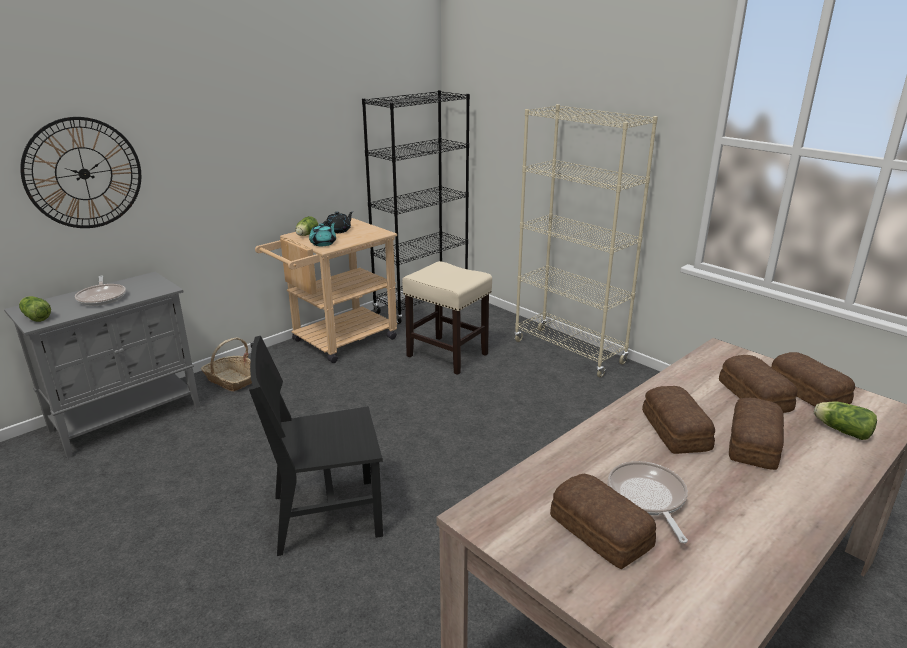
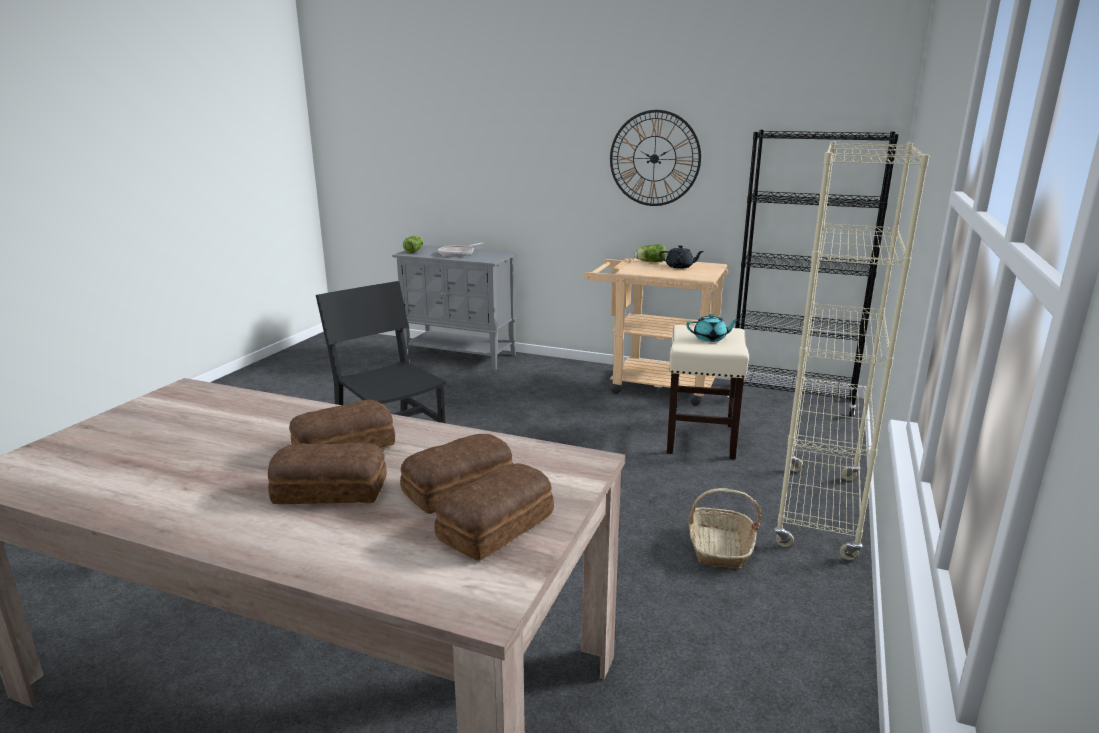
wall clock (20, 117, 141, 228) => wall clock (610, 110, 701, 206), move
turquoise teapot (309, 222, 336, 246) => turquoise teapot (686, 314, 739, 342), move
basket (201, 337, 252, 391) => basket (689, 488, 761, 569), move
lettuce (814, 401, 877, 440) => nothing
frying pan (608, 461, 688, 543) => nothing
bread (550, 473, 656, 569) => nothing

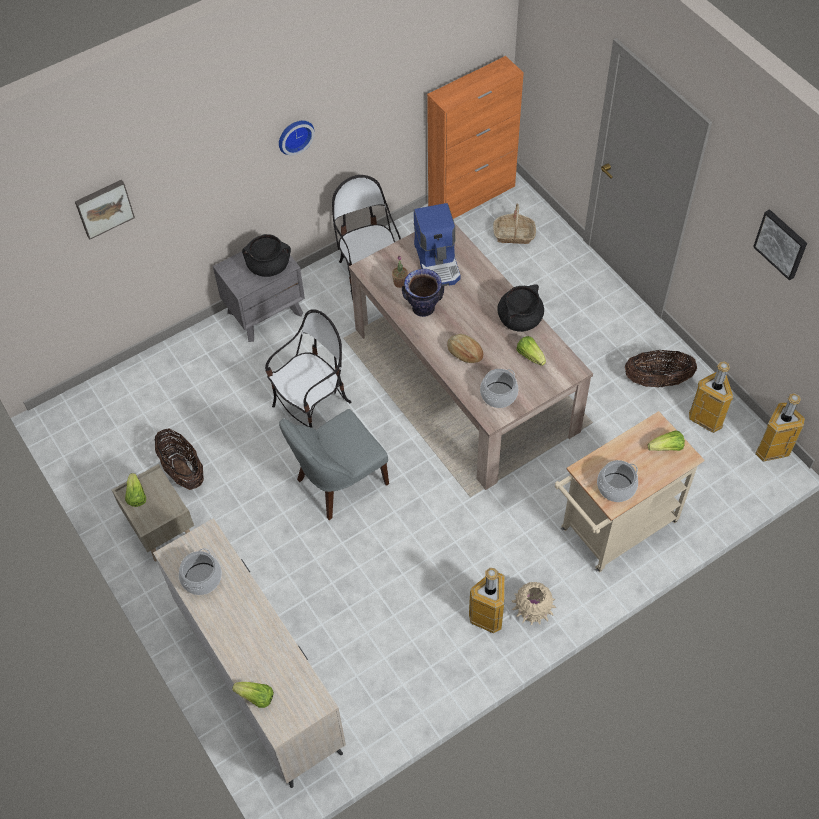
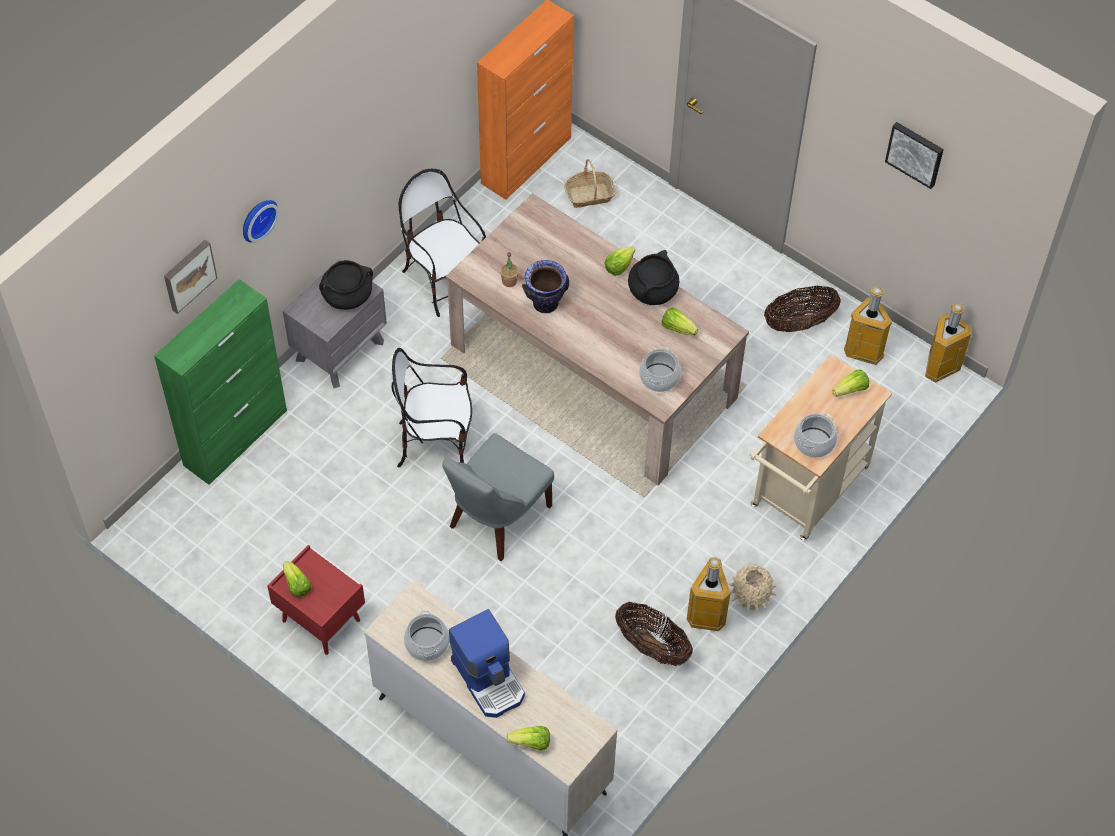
wall clock (279, 120, 315, 155) => wall clock (243, 200, 279, 243), move
coffee machine (413, 203, 461, 286) => coffee machine (449, 609, 525, 718), move
chair (265, 309, 351, 428) => chair (391, 348, 472, 467), 120 degrees counterclockwise
bread (447, 334, 483, 363) => nothing
basket (155, 429, 204, 490) => basket (615, 602, 693, 666), move
beige nightstand (112, 464, 194, 561) => red nightstand (267, 545, 365, 655)
nothing => lettuce (604, 246, 635, 276)
nothing => green cabinet (154, 279, 287, 485)

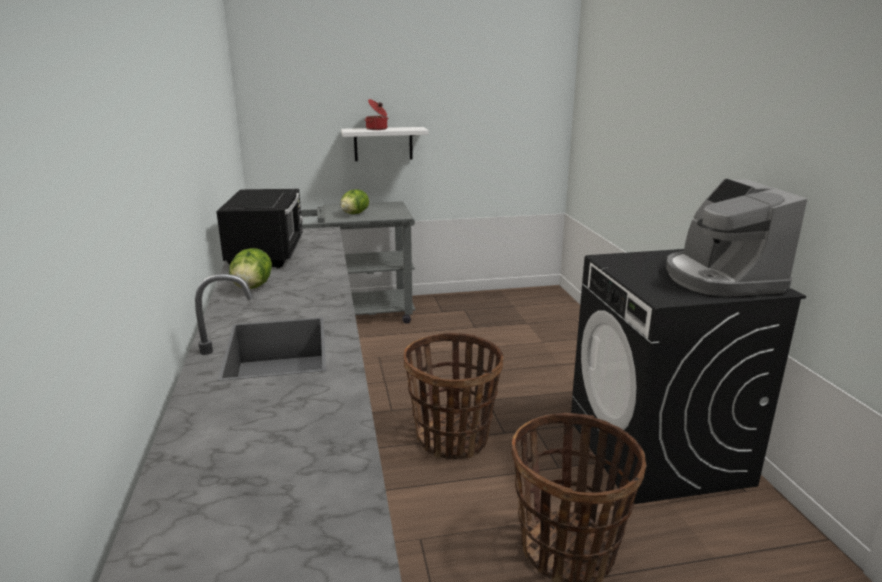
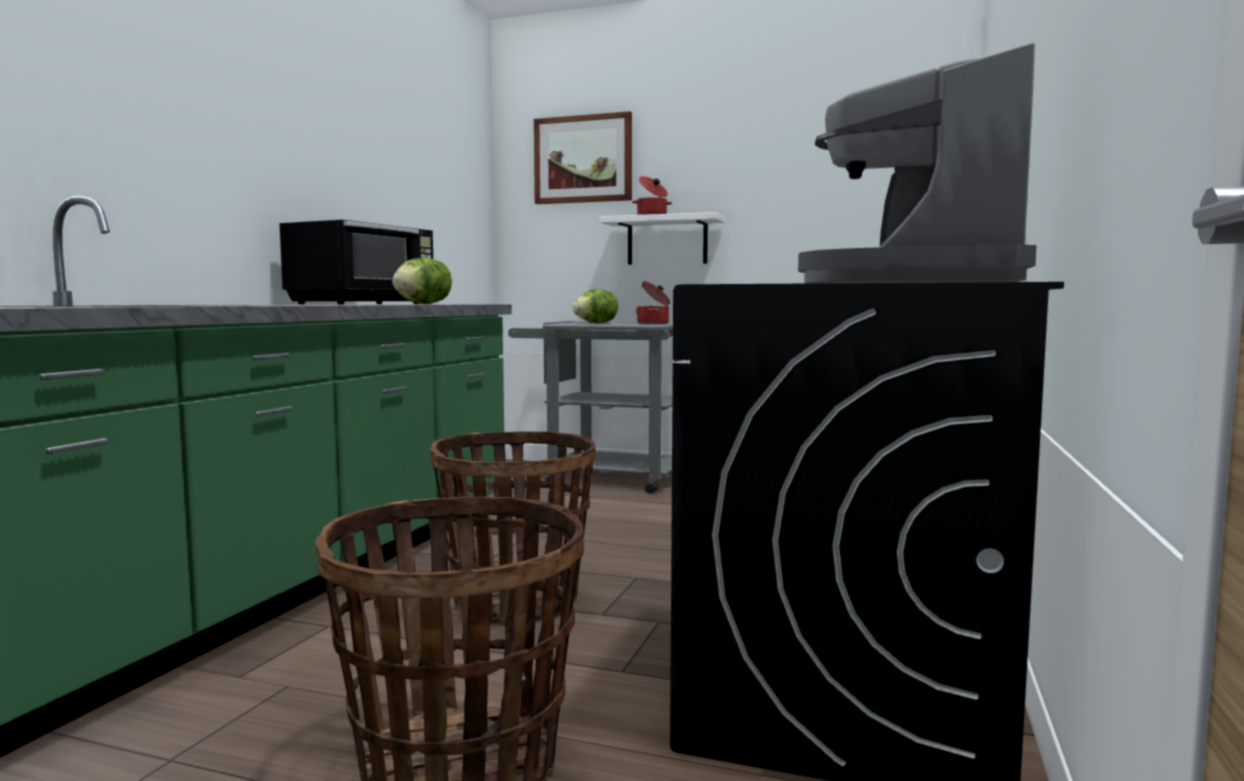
lettuce (229, 248, 272, 289) => lettuce (392, 257, 452, 304), move
nothing => picture (534, 111, 632, 204)
nothing => cooking pot (636, 281, 670, 325)

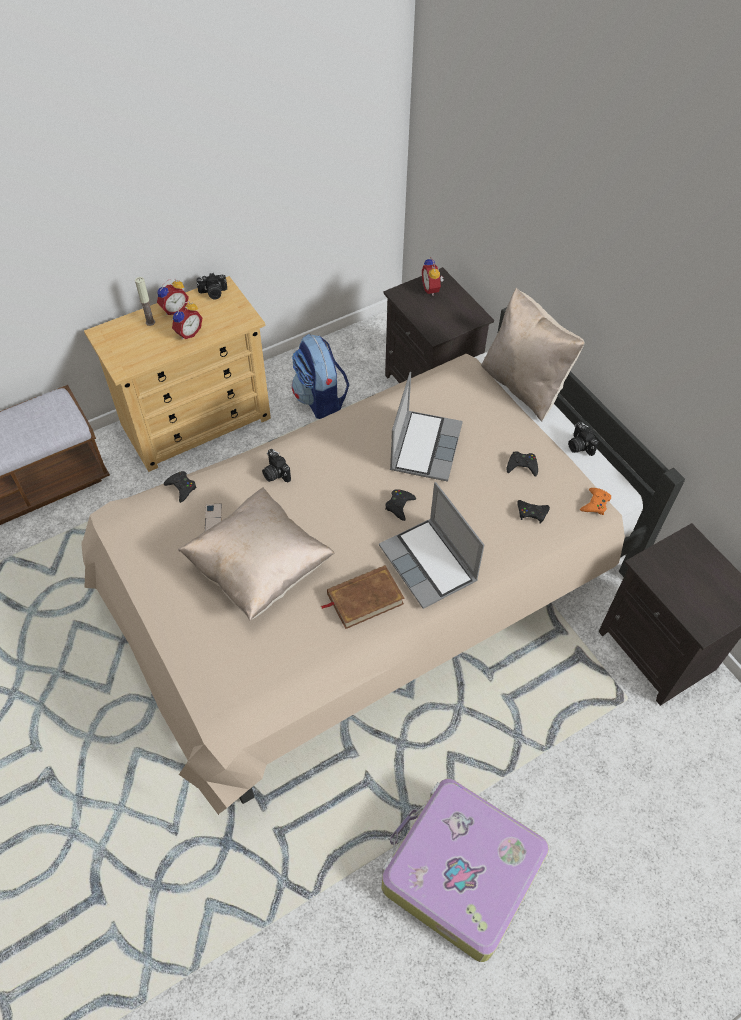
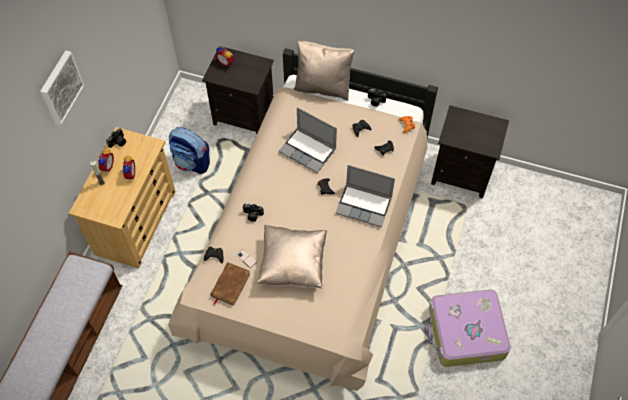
laptop (390, 372, 463, 482) => laptop (279, 107, 337, 173), 150 degrees clockwise
brown book (321, 565, 405, 629) => brown book (210, 262, 250, 306), move
nothing => picture (40, 50, 85, 125)

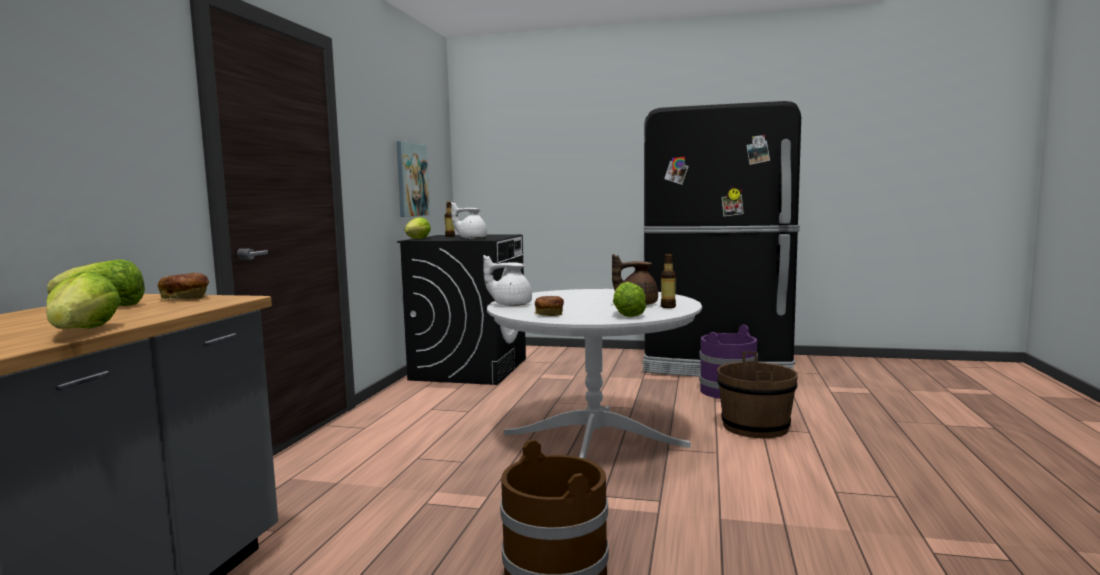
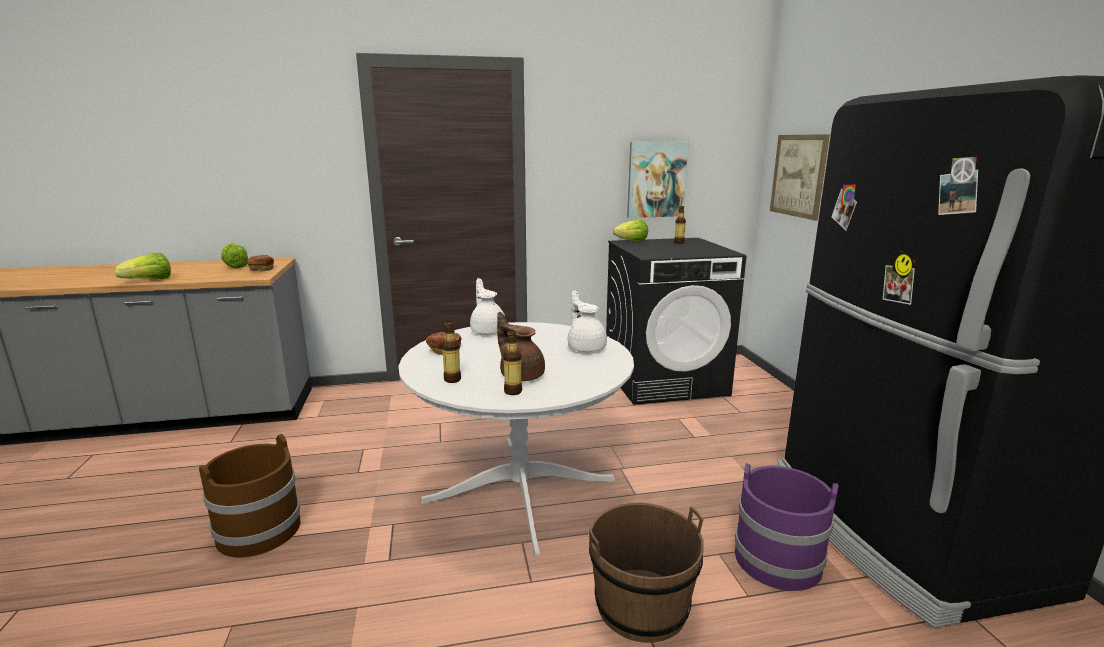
white teapot (451, 202, 487, 239) => white teapot (568, 290, 607, 352), move
lettuce (613, 282, 646, 317) => bottle (442, 321, 461, 383)
nothing => picture (770, 134, 830, 220)

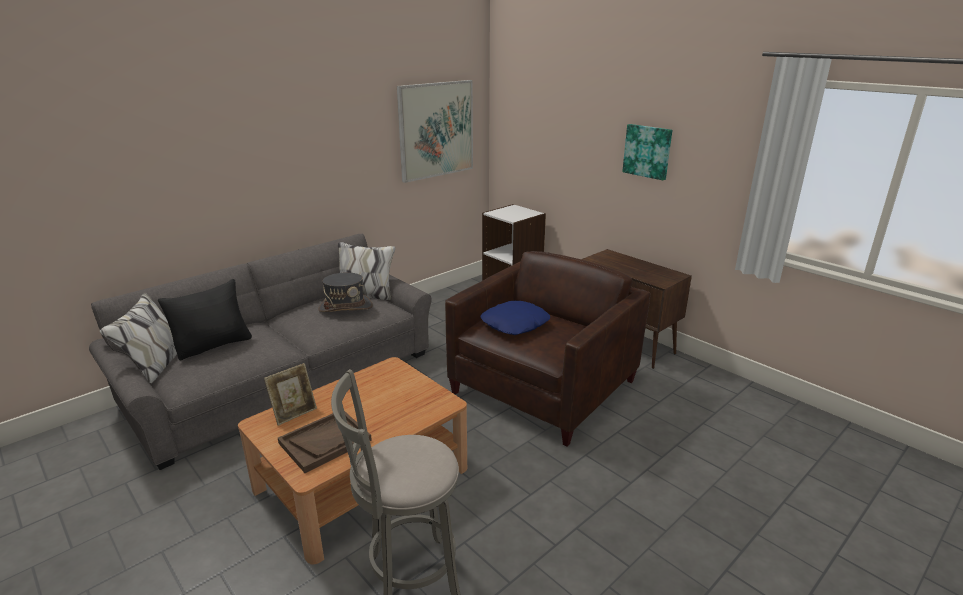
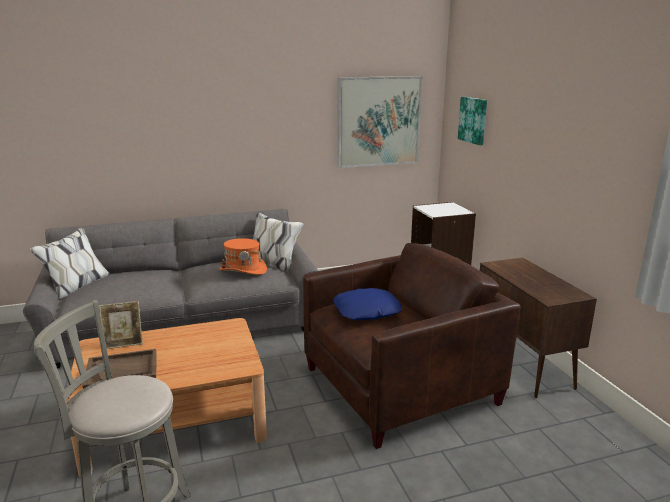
picture (622, 124, 672, 180) => picture (458, 97, 487, 145), move
grey hat (318, 273, 373, 312) => orange hat (219, 238, 267, 275)
black pillow (158, 279, 252, 360) => nothing

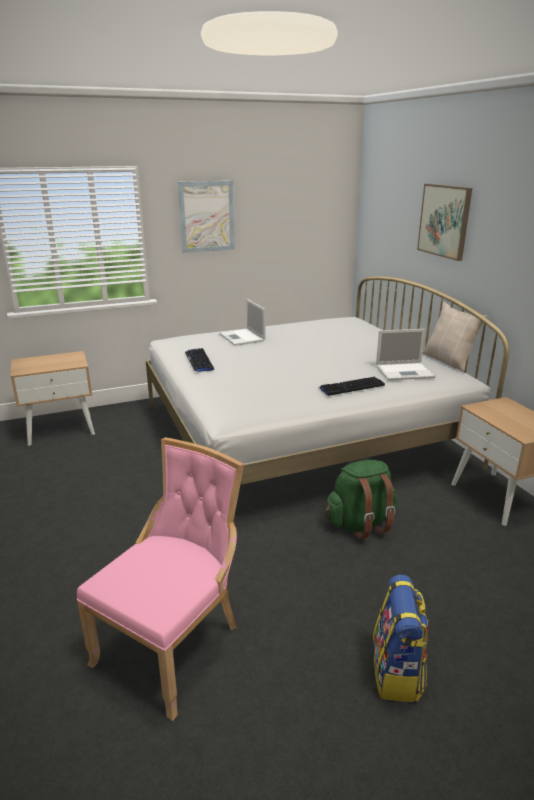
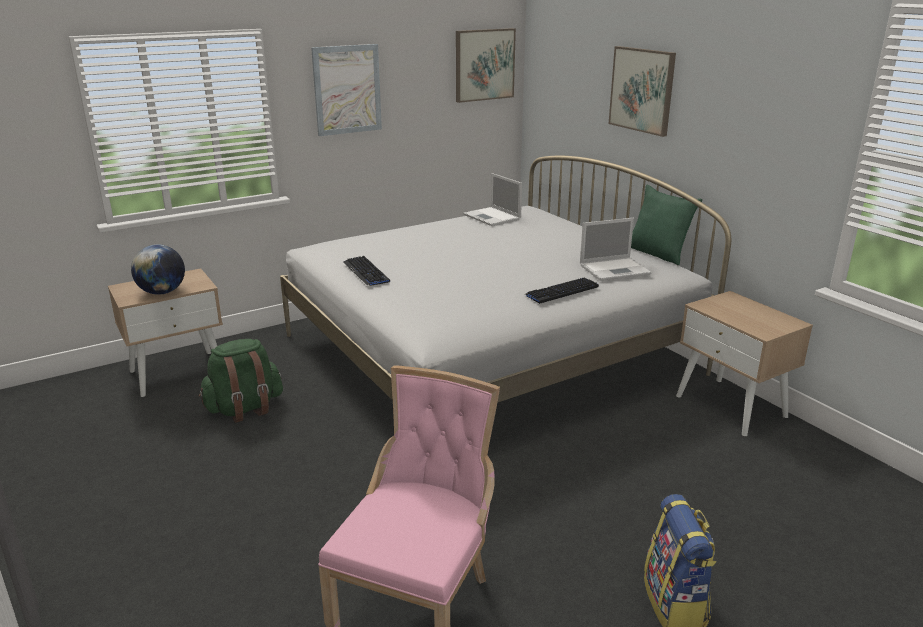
laptop (219, 299, 265, 346) => laptop (463, 173, 522, 226), move
beige pillow (422, 302, 488, 372) => green pillow (631, 185, 702, 265)
green backpack (326, 460, 397, 539) => green backpack (199, 339, 283, 423), move
nothing => picture (456, 28, 516, 103)
nothing => globe (131, 244, 185, 295)

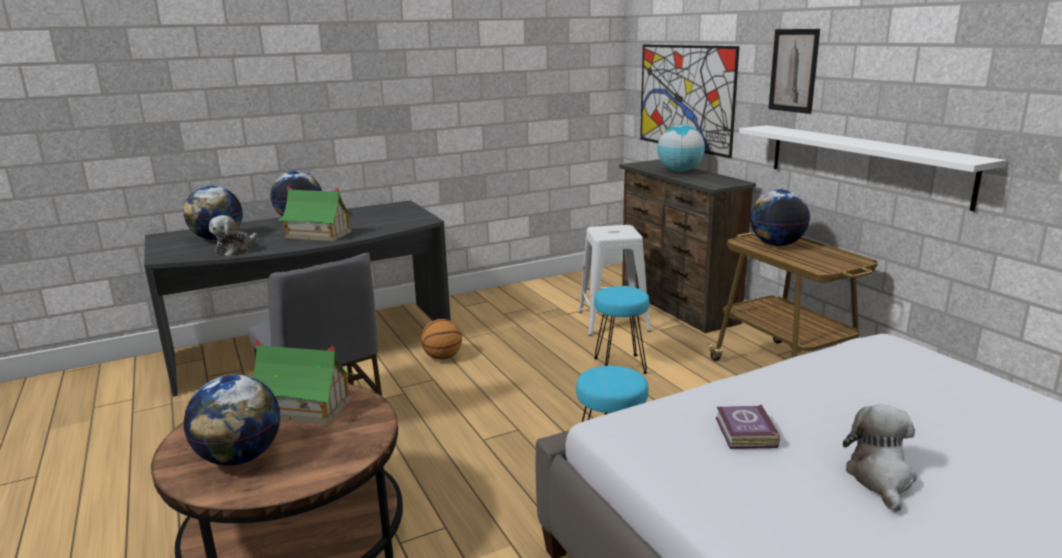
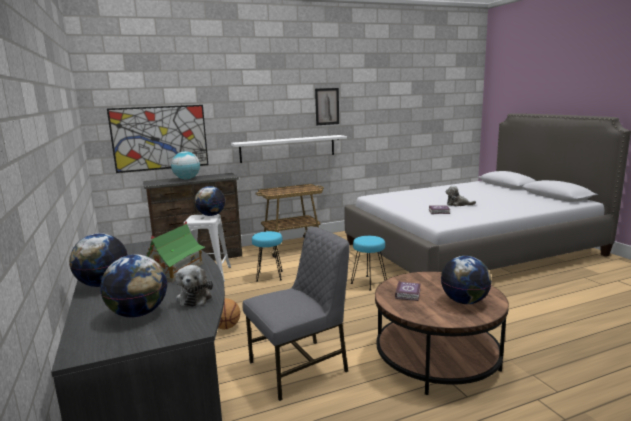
picture (768, 29, 820, 114) => picture (315, 88, 339, 125), move
globe (750, 189, 810, 246) => globe (195, 186, 225, 216), move
plush toy (209, 215, 258, 256) => plush toy (176, 265, 213, 307), 60 degrees clockwise
toy house (253, 340, 356, 425) => book (395, 281, 421, 301)

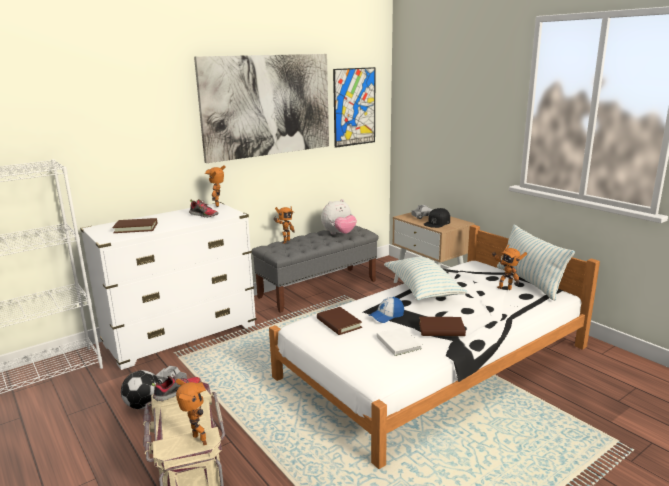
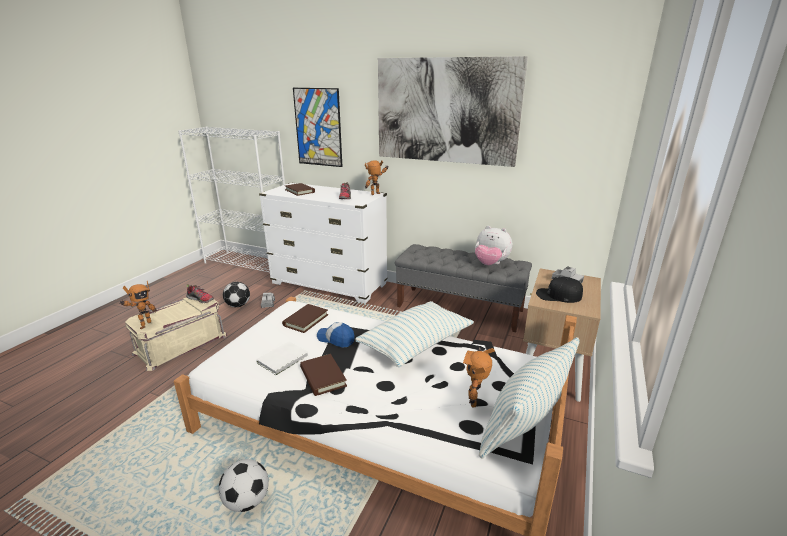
picture (333, 67, 376, 148) => picture (293, 88, 342, 167), move
toy robot (274, 207, 295, 244) => nothing
nothing => football (219, 459, 269, 512)

